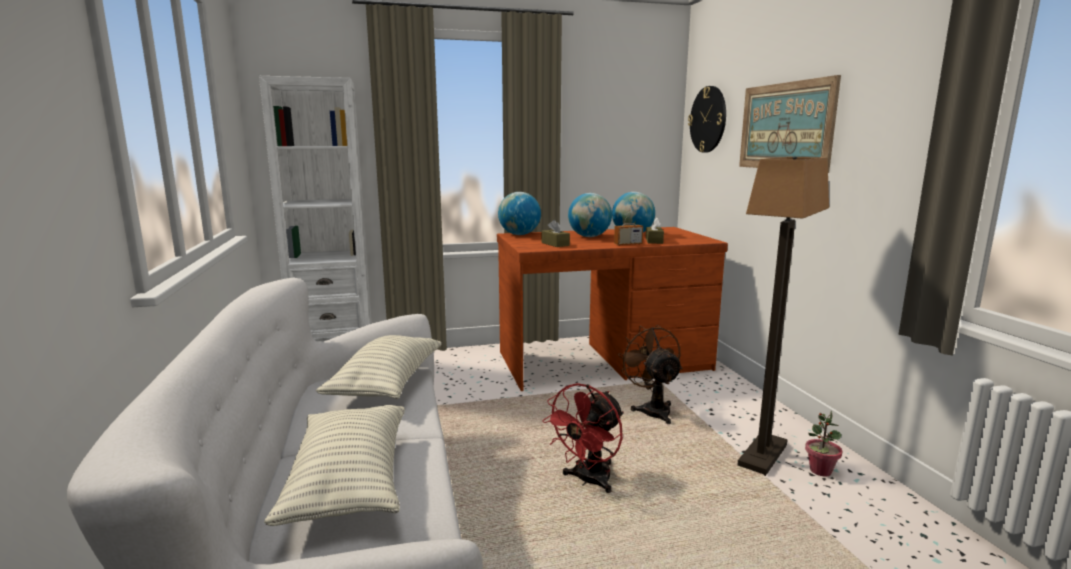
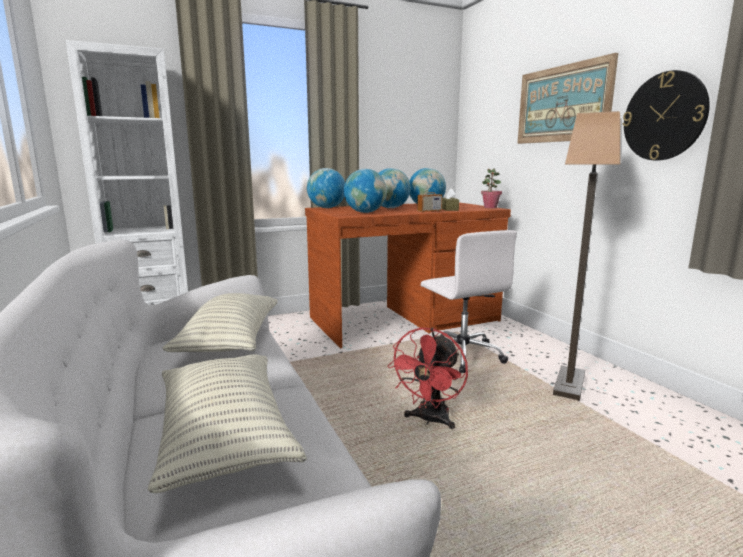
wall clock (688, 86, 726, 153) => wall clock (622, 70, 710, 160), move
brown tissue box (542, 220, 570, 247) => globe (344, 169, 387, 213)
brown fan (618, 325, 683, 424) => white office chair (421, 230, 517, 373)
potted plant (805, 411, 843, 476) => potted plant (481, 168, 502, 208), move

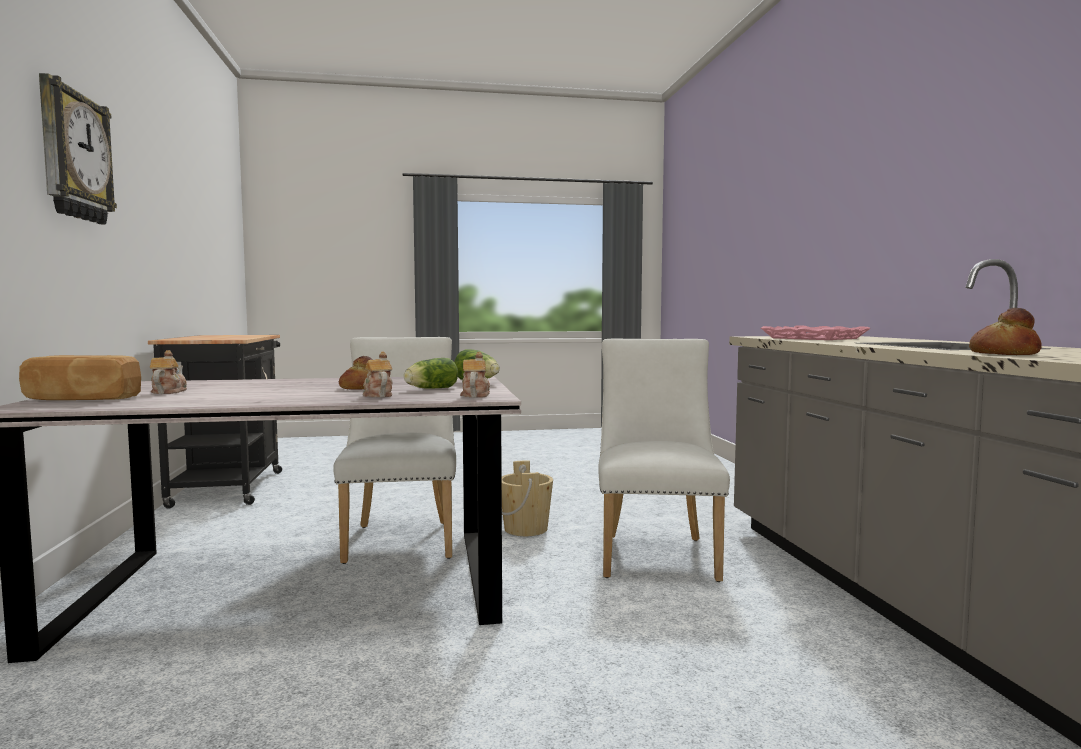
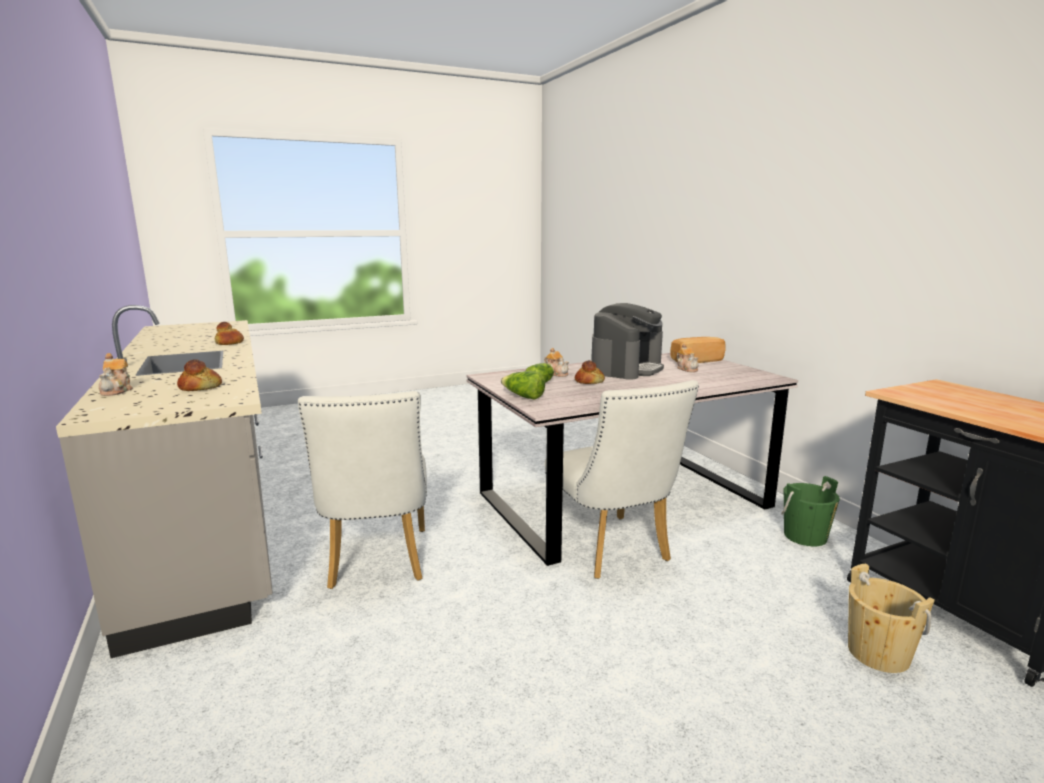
wall clock (39, 73, 117, 224) => nothing
pink tray (761, 326, 871, 340) => bread (177, 359, 222, 391)
teapot (460, 352, 490, 398) => teapot (99, 353, 133, 396), move
beige bucket (502, 461, 553, 536) => beige bucket (848, 563, 935, 673), move
nothing => coffee machine (591, 303, 664, 379)
nothing => green bucket (781, 476, 840, 547)

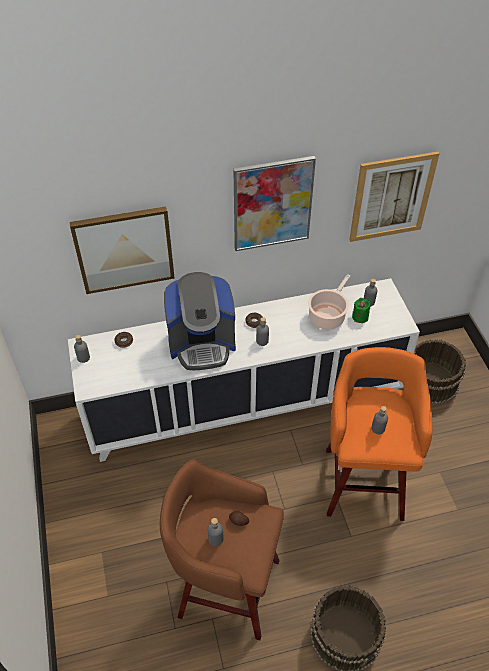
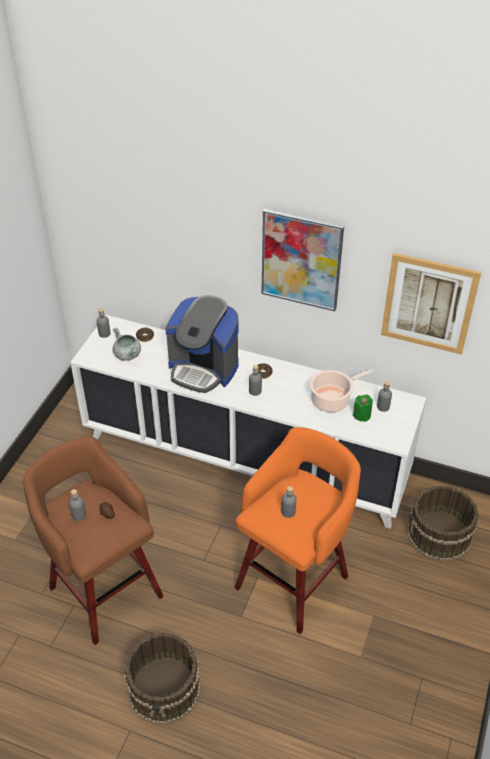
picture (69, 206, 175, 294) => nothing
nothing => grey cooking pot (113, 328, 141, 361)

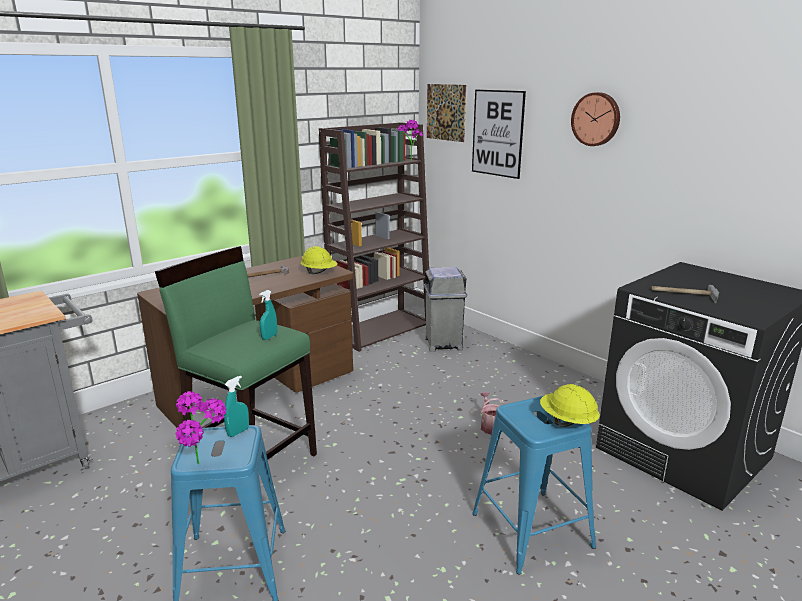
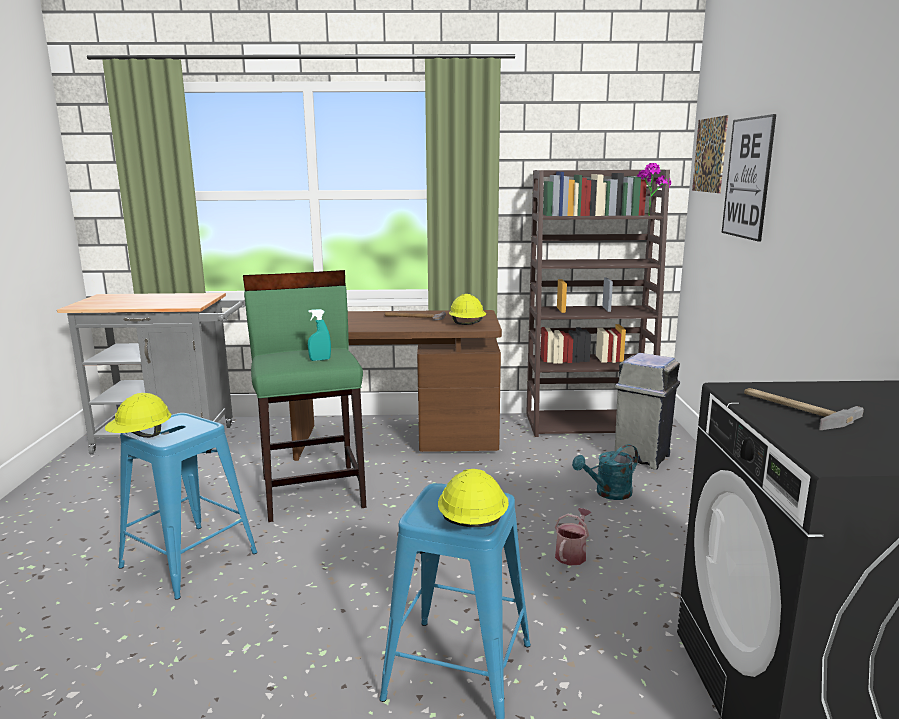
wall clock (571, 92, 620, 146) => nothing
turquoise spray bottle (224, 376, 249, 437) => nothing
potted plant (176, 391, 226, 465) => yellow hard hat (105, 393, 171, 438)
nothing => turquoise watering can (572, 444, 639, 500)

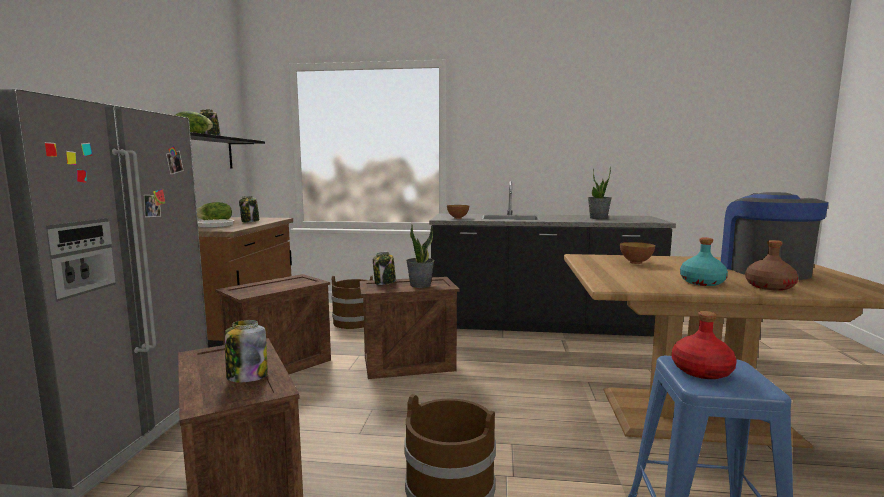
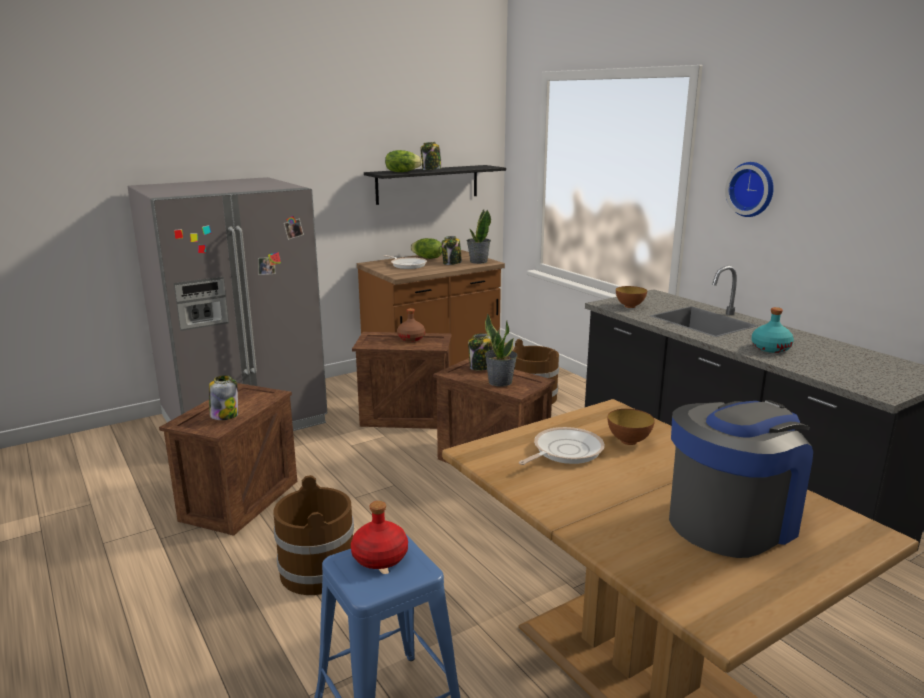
potted plant (588, 167, 612, 219) => potted plant (467, 209, 491, 264), move
turquoise bottle (680, 238, 728, 286) => turquoise bottle (751, 307, 794, 353), move
brown bottle (745, 240, 798, 291) => brown bottle (397, 308, 425, 342), move
nothing => wall clock (725, 162, 774, 217)
nothing => frying pan (519, 427, 605, 465)

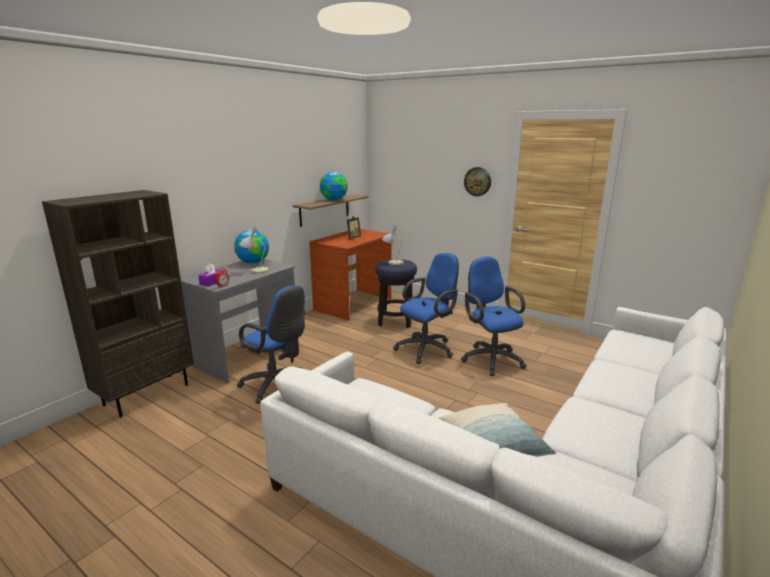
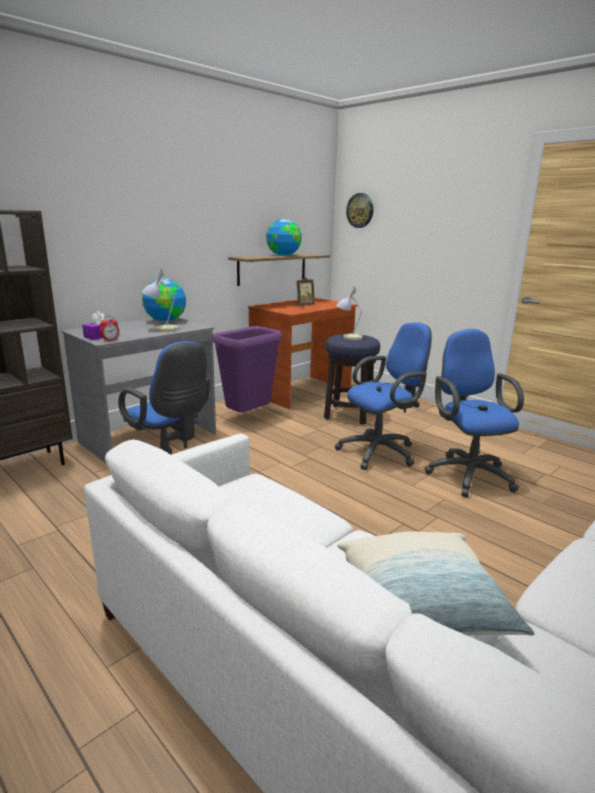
wall clock (464, 167, 491, 196) => wall clock (346, 193, 374, 228), move
nothing => purple trash can (213, 326, 282, 418)

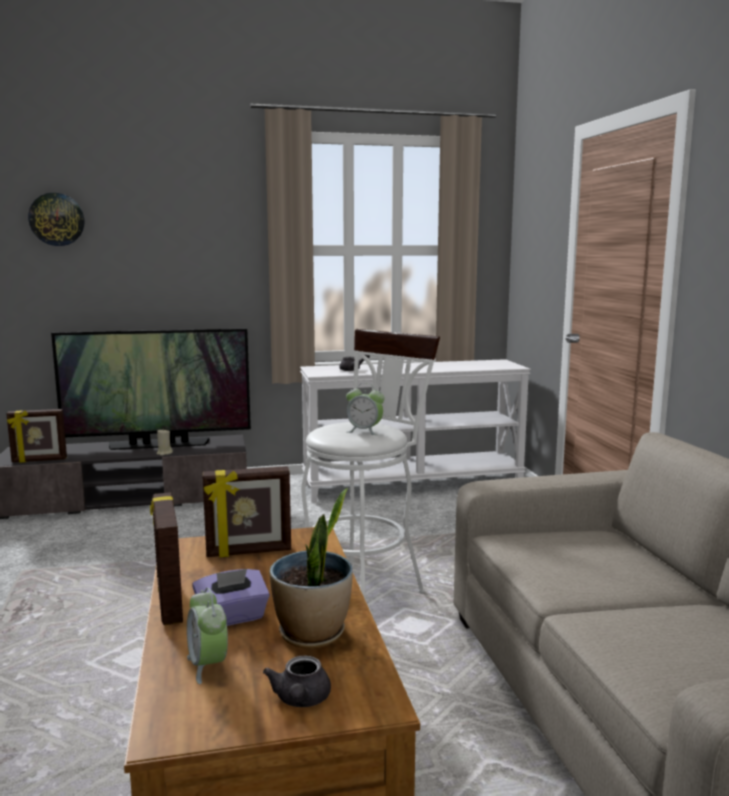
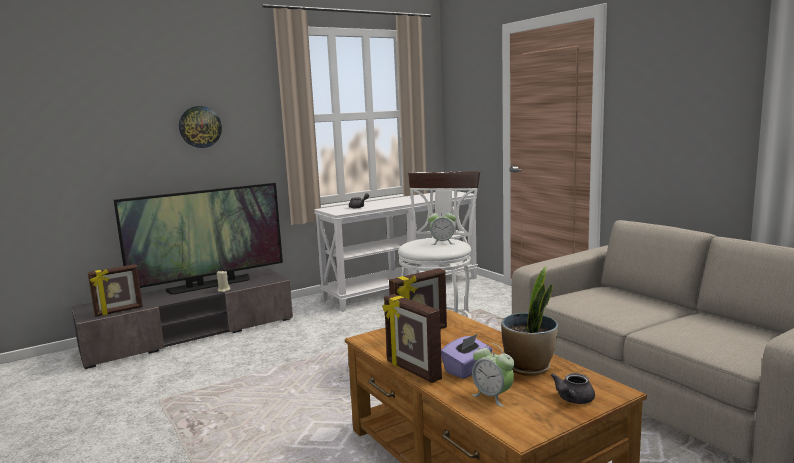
wall clock (28, 193, 84, 246) => wall clock (179, 106, 222, 148), move
grey teapot (263, 655, 331, 707) => grey teapot (551, 373, 595, 404), 60 degrees clockwise

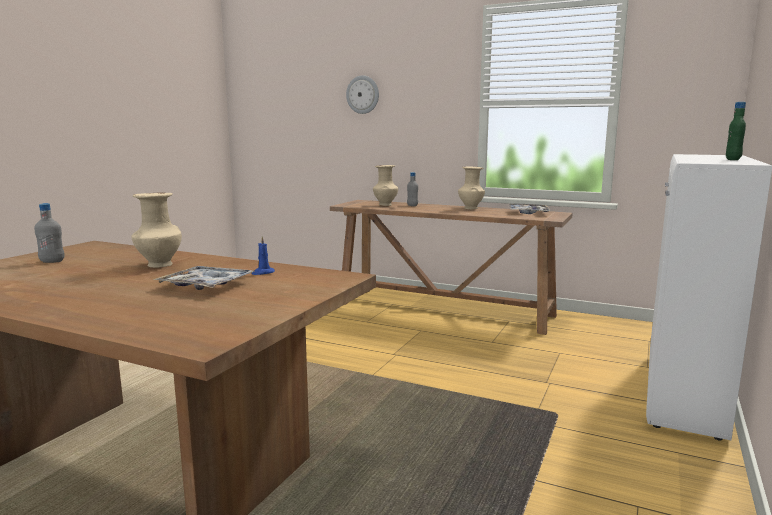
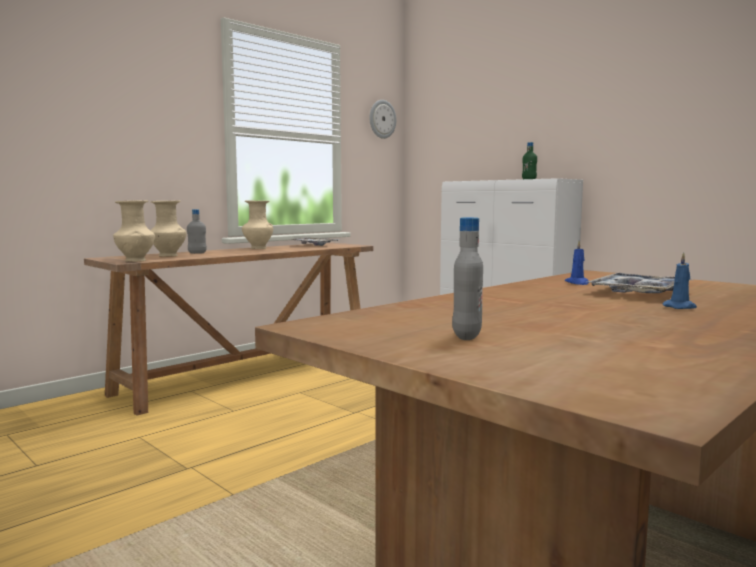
wall clock (346, 75, 379, 114) => wall clock (370, 100, 396, 139), move
beige vase (131, 193, 182, 268) => beige vase (113, 200, 155, 262), move
nothing => blue candle (663, 252, 697, 309)

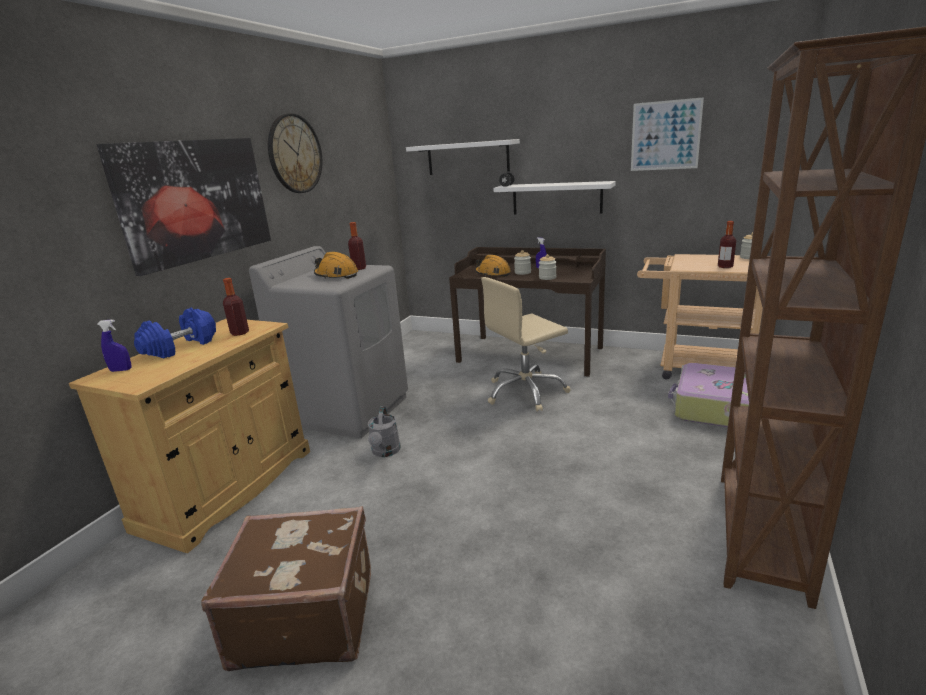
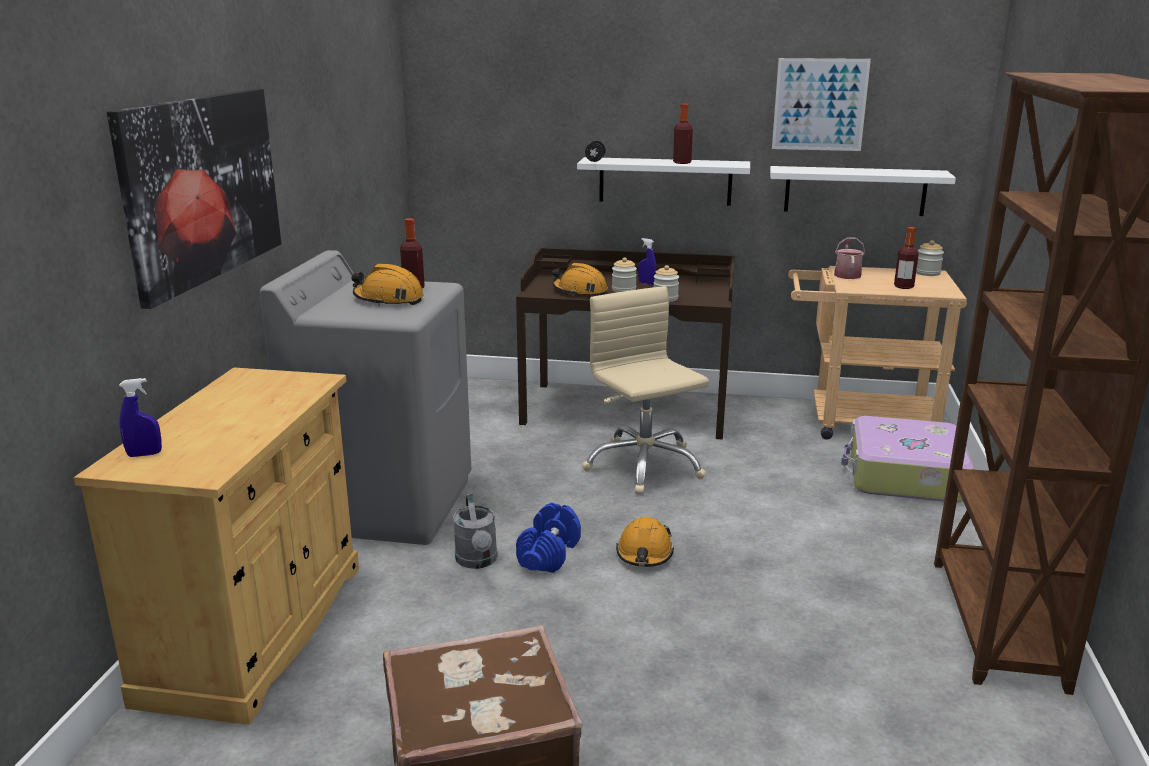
wall clock (268, 113, 322, 193) => nothing
white shelf (406, 139, 520, 175) => white shelf (770, 166, 956, 216), move
beige office chair (481, 277, 570, 411) => beige office chair (582, 286, 709, 494), 105 degrees clockwise
bottle (223, 278, 249, 336) => bottle (673, 104, 693, 164), move
blue dumbbell (134, 308, 216, 358) => blue dumbbell (516, 503, 581, 573), move
nothing => watering can (834, 237, 865, 279)
nothing => orange hard hat (616, 517, 674, 567)

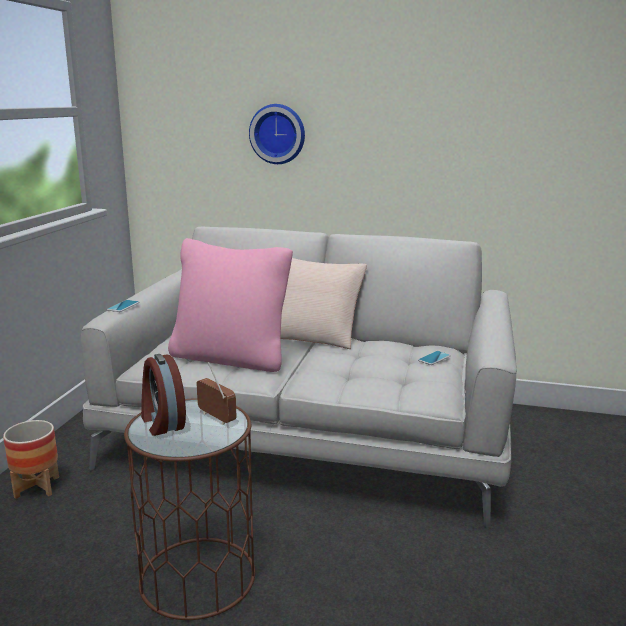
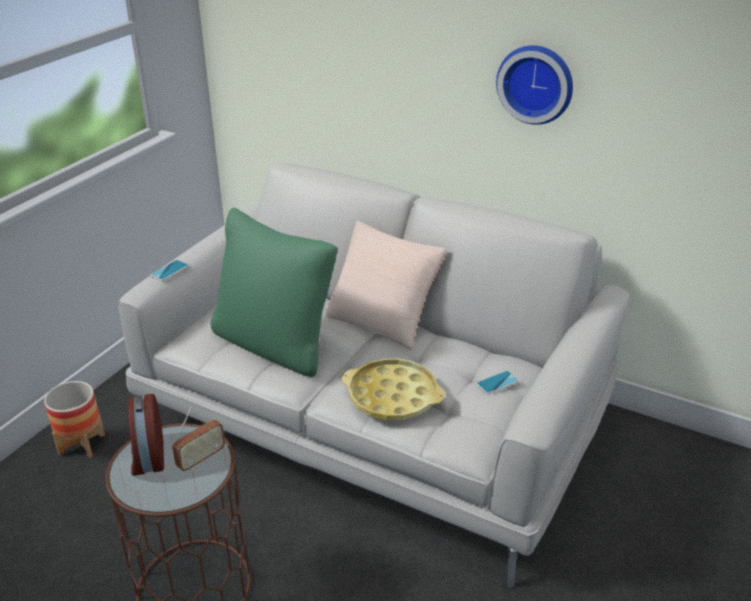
wall clock (249, 104, 305, 164) => wall clock (496, 45, 573, 125), move
pink pillow (168, 238, 293, 372) => green pillow (211, 208, 338, 377)
radio (196, 362, 236, 425) => radio (172, 407, 225, 471), 75 degrees clockwise
nothing => yellow tray (342, 359, 445, 420)

